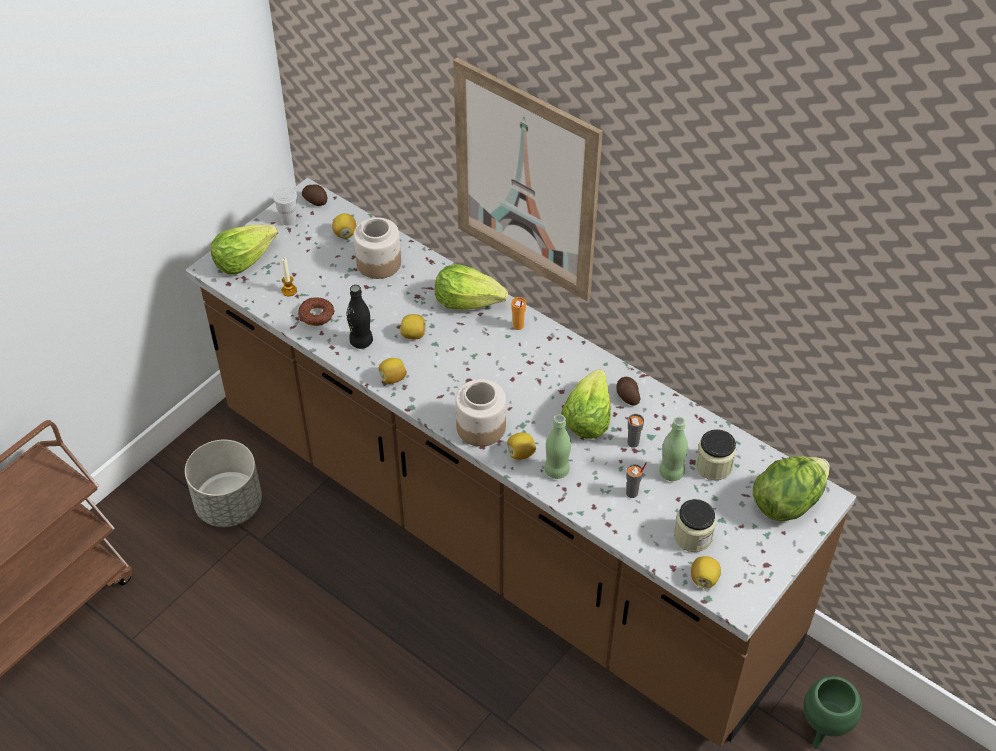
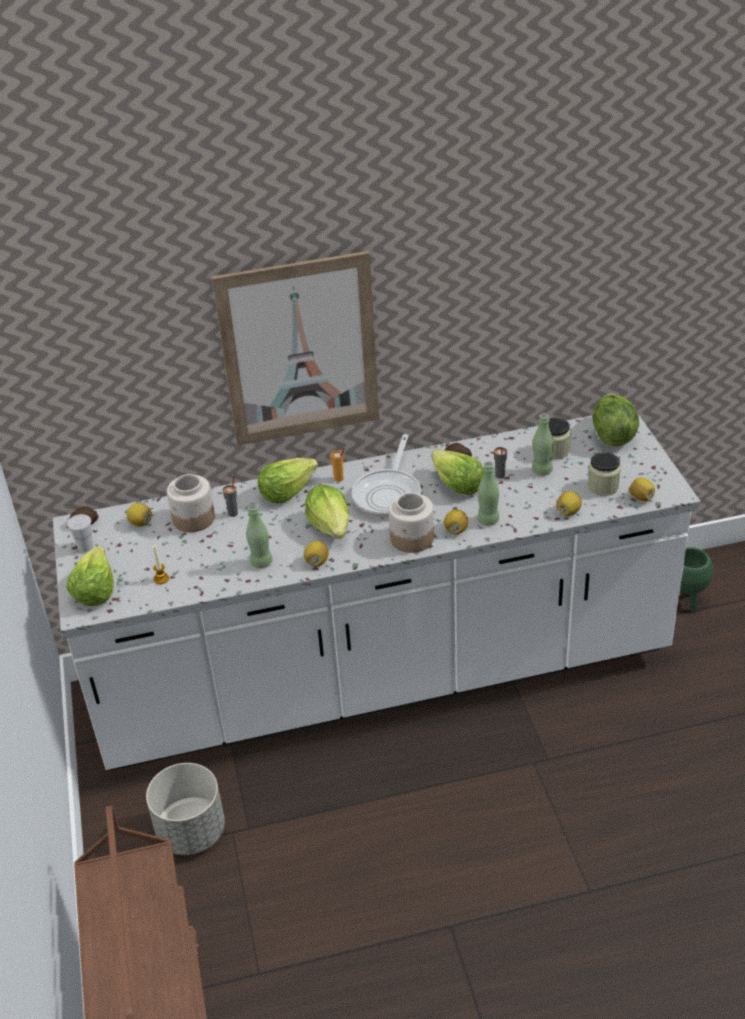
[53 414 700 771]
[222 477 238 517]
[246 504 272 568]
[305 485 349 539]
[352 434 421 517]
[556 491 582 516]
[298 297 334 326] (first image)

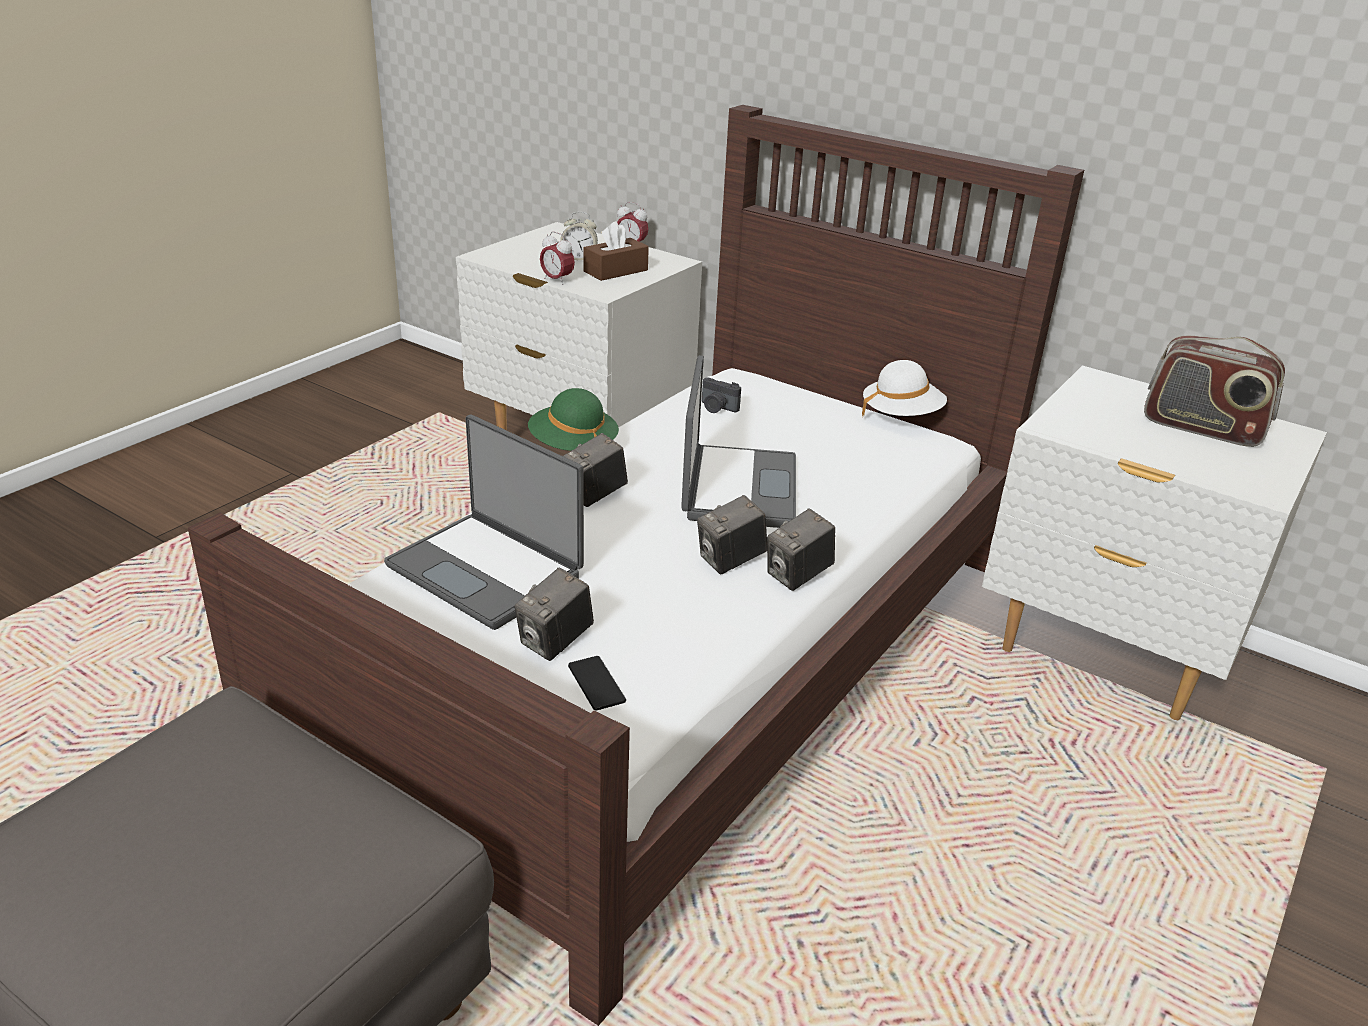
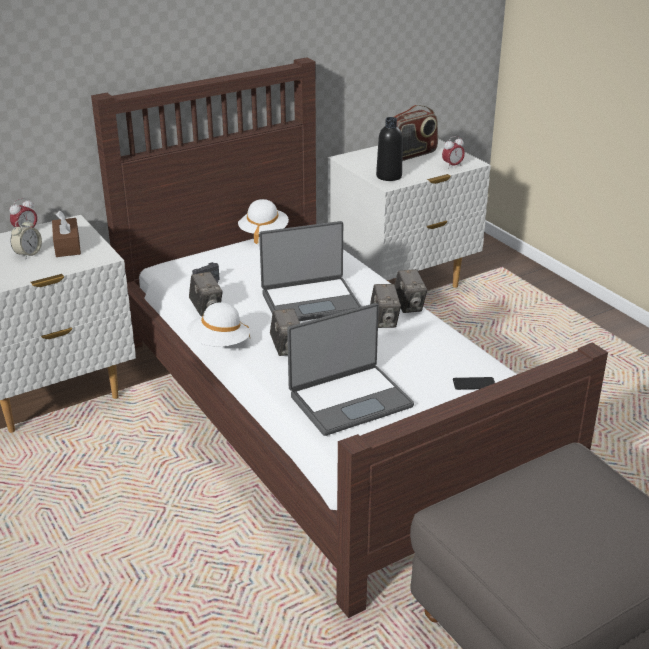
[187 302 250 346]
[189 272 223 316]
[259 221 362 321]
[376 117 403 181]
[442 136 465 169]

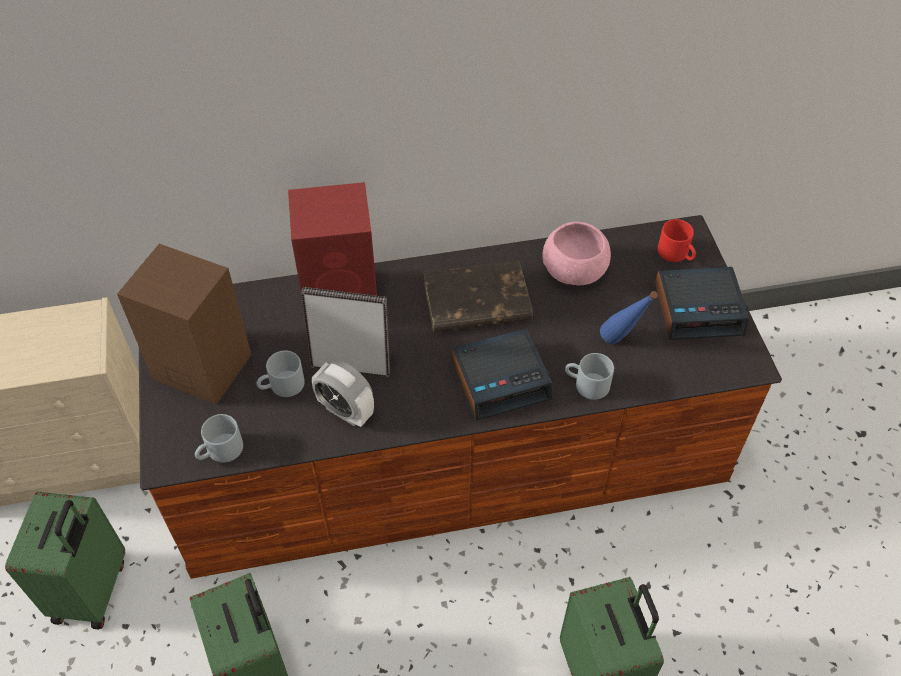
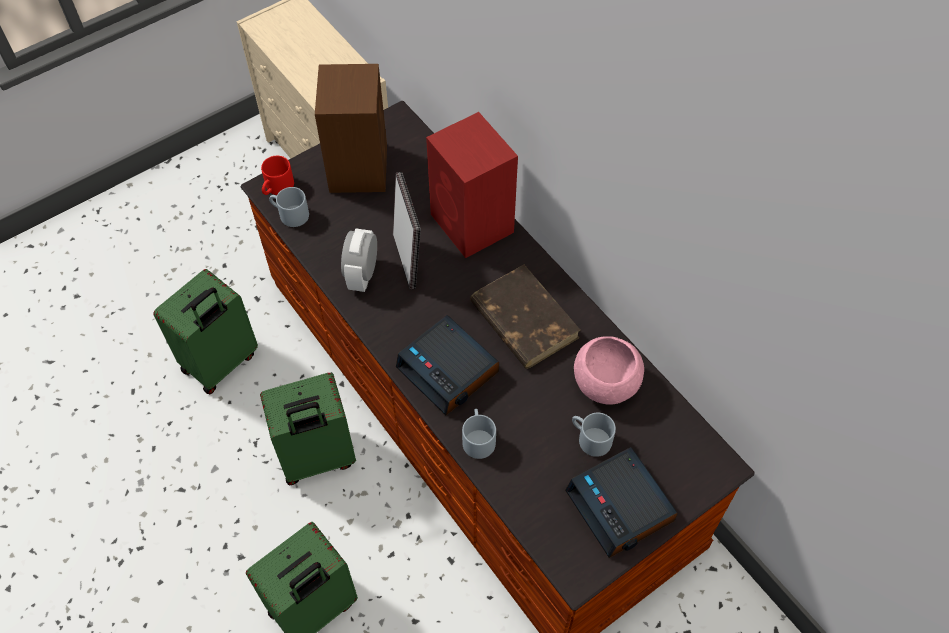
[260 373 356 485]
[261 156 294 195]
[572 413 616 457]
[600 291 658 344] (first image)

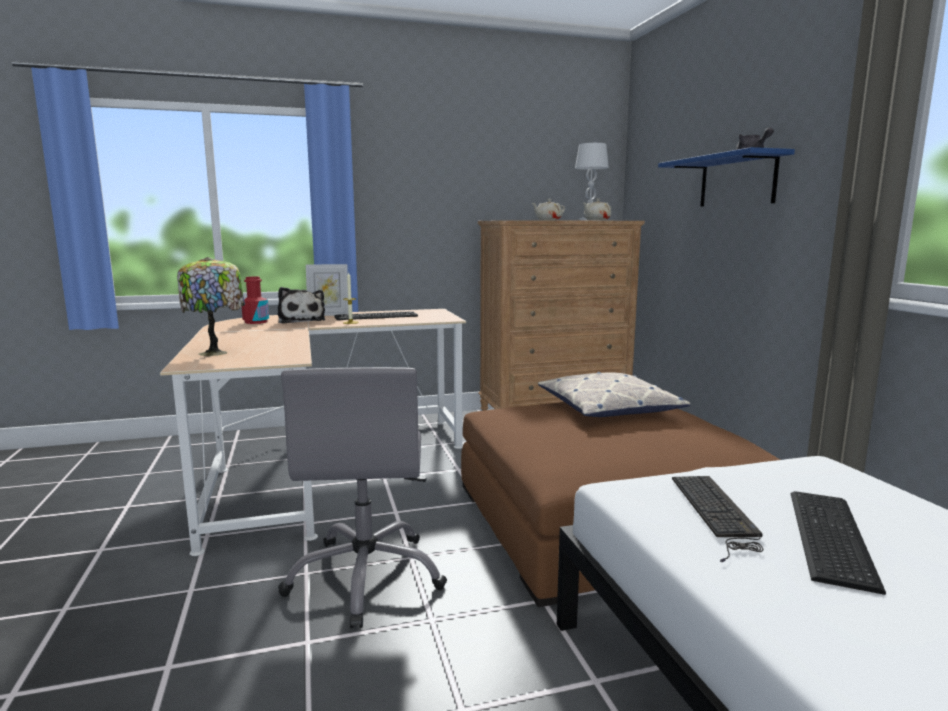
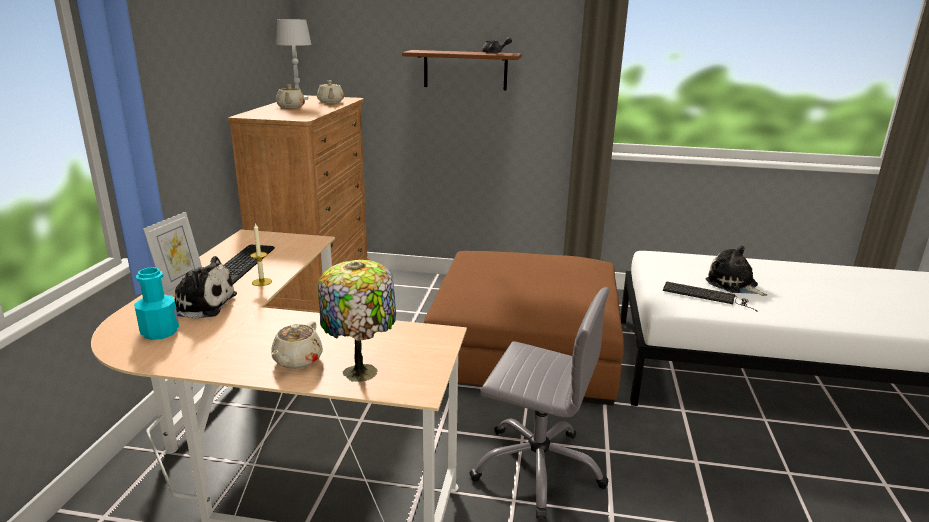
[134 267 179 340]
[271 321 323 369]
[402 50 522 90]
[705 245 767 296]
[538 372 691 417] (first image)

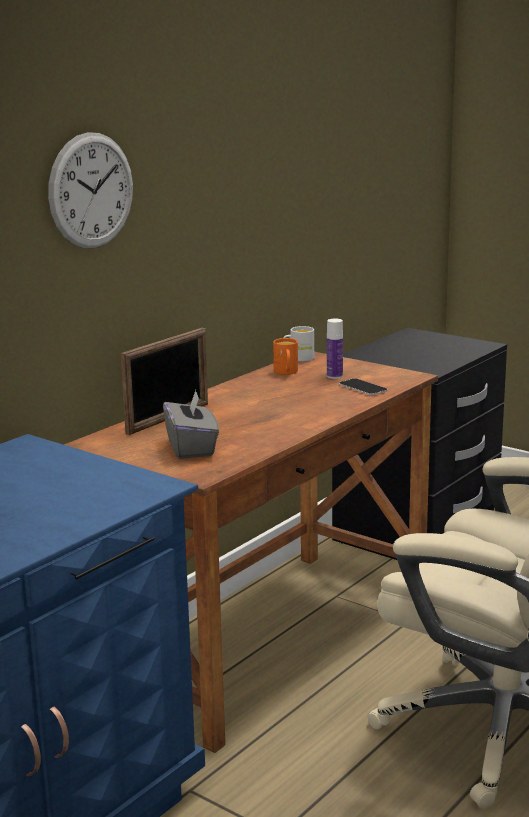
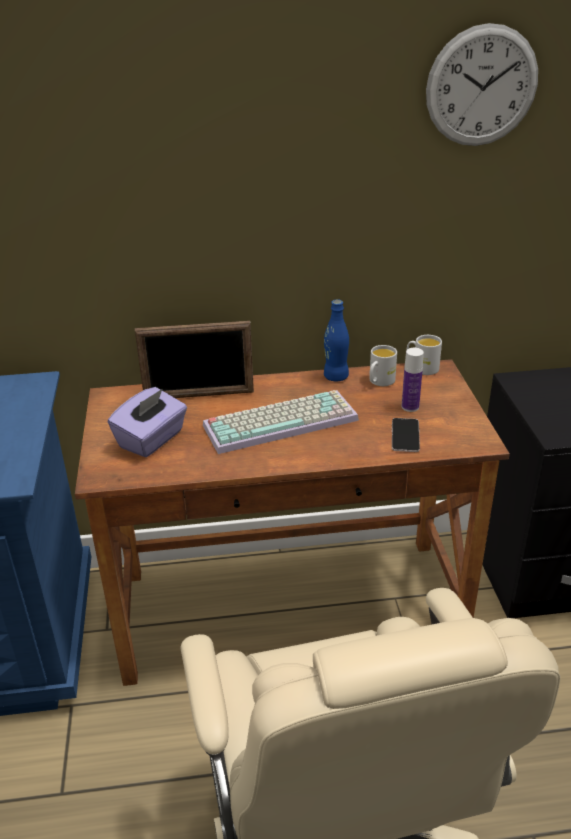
[108 387 187 457]
[203 390 359 454]
[324 299 349 382]
[369 345 397 386]
[426 23 538 146]

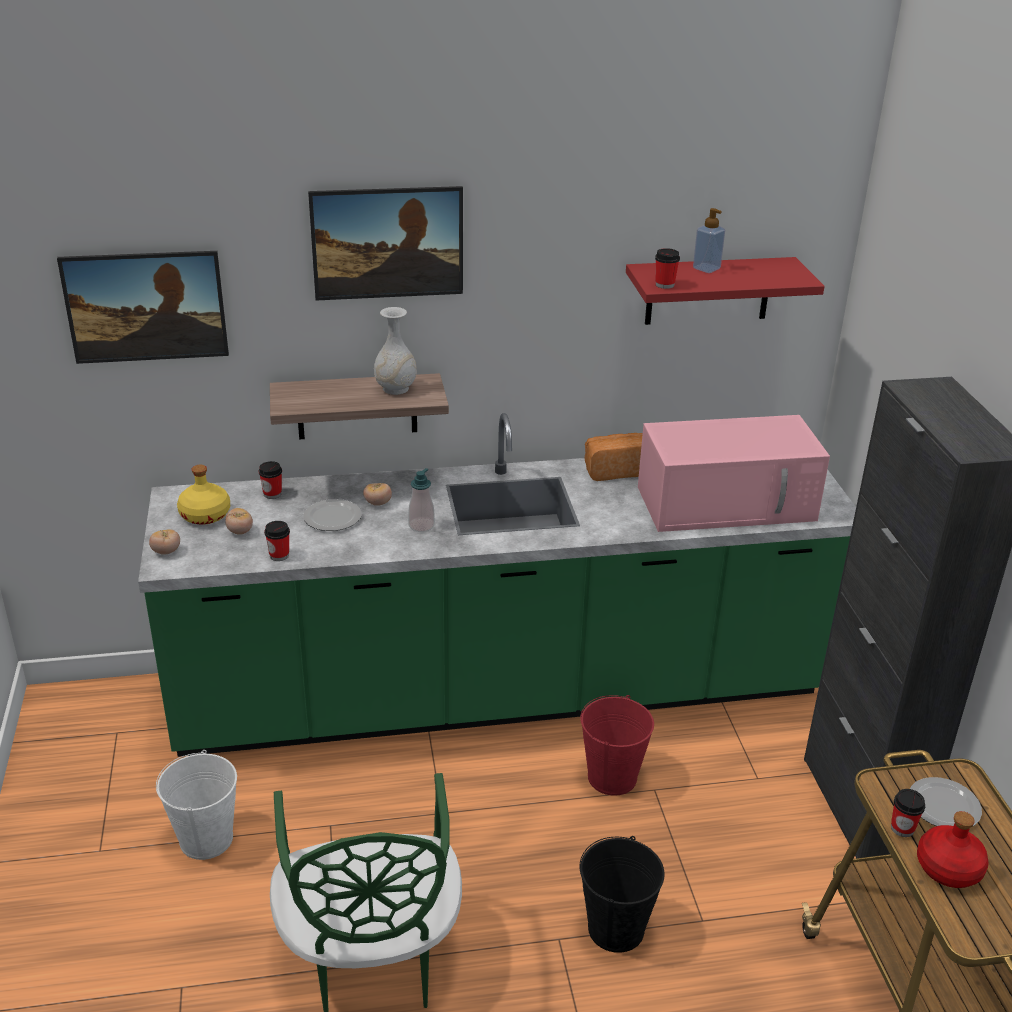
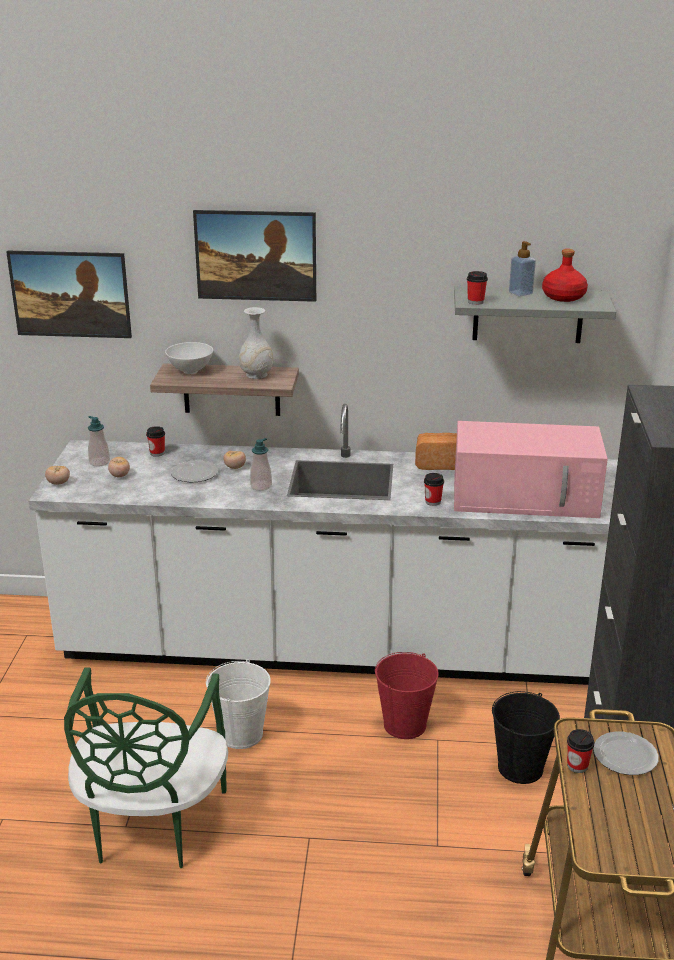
[29 404 618 685]
[88 416 110 467]
[165 342 213 374]
[206 659 271 749]
[424 473 444 506]
[454 286 616 343]
[492 691 560 784]
[542 249 588 302]

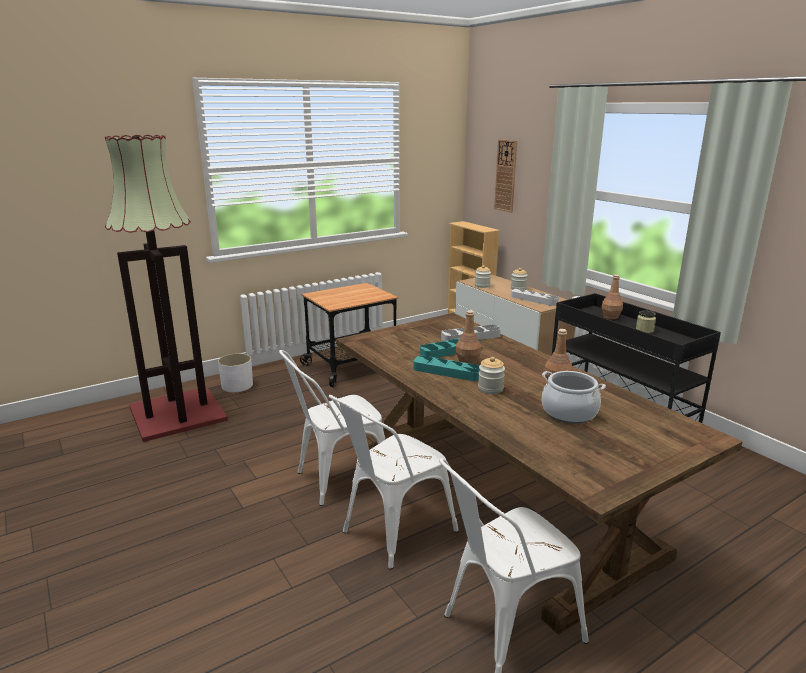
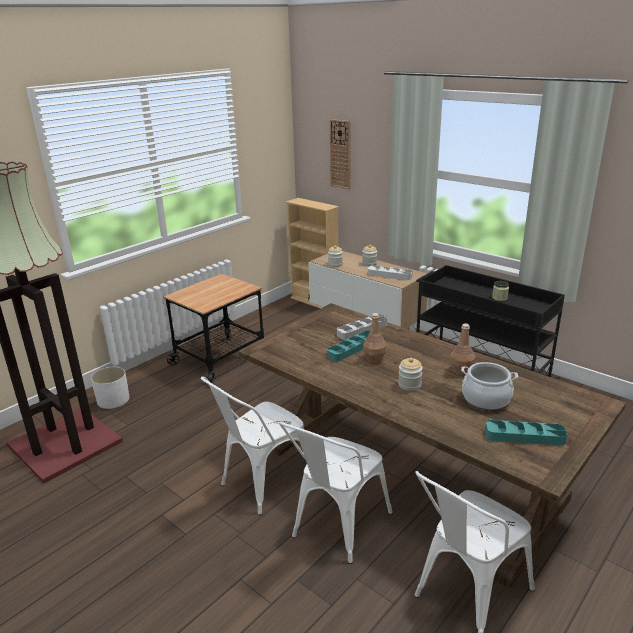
[485 420 568 445]
[601 274 623 319] (first image)

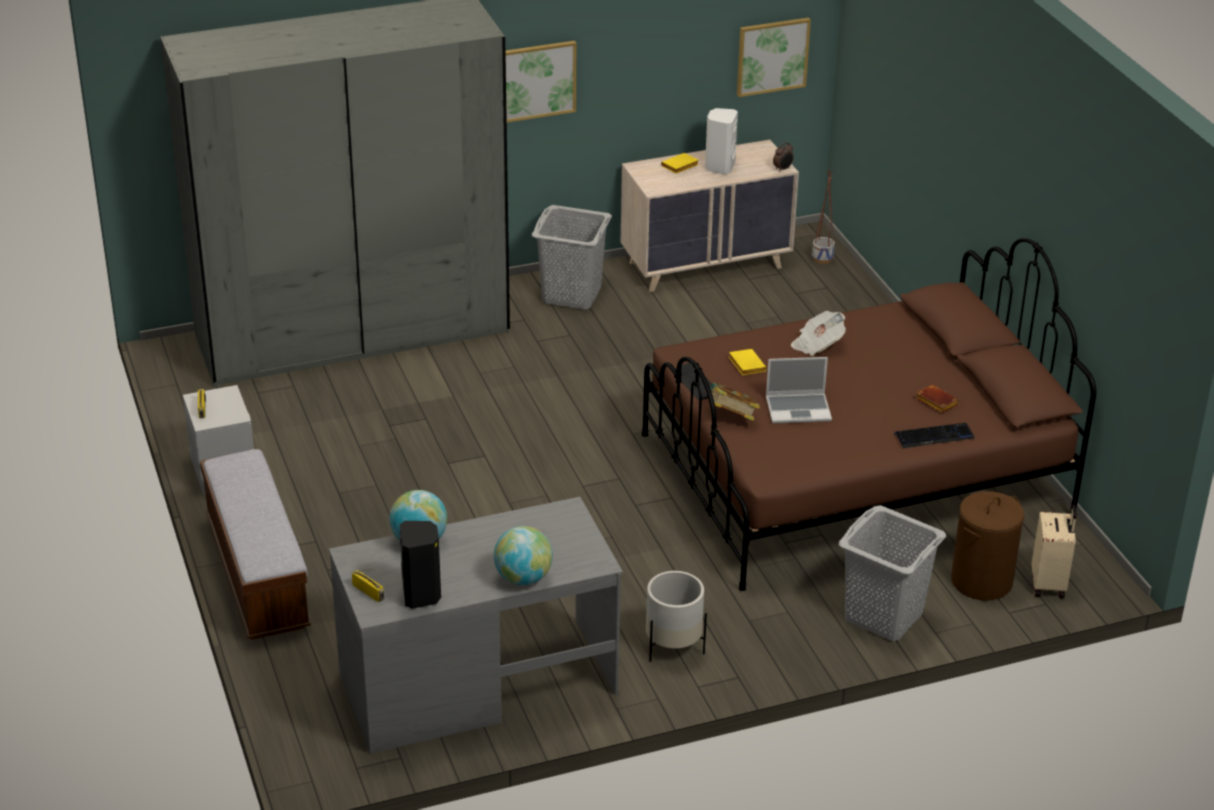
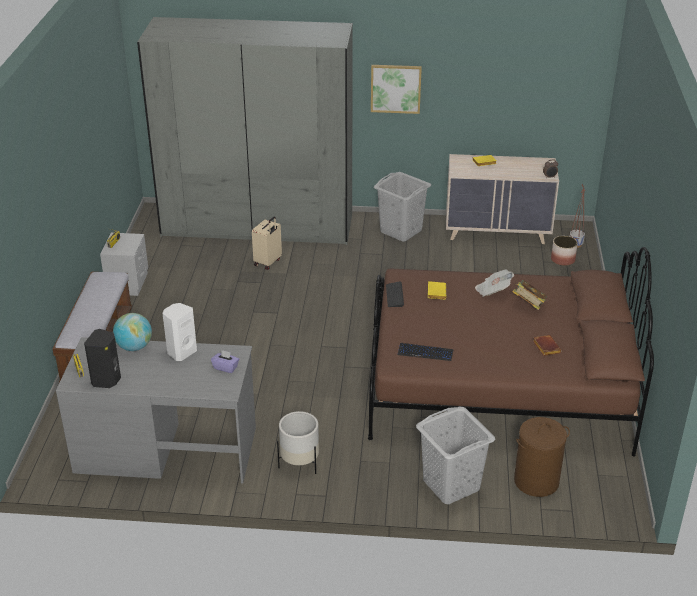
[162 303 197 361]
[211 350 239 373]
[252 216 282 270]
[398 343 454 361]
[512 280 547 310]
[551 236 578 266]
[494 526 553 585] (first image)
[737 18 811 97] (first image)
[766 357 832 424] (first image)

